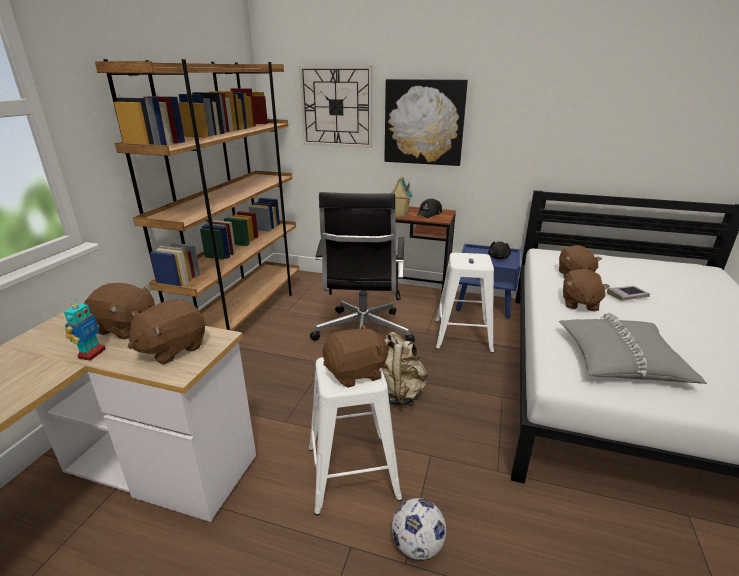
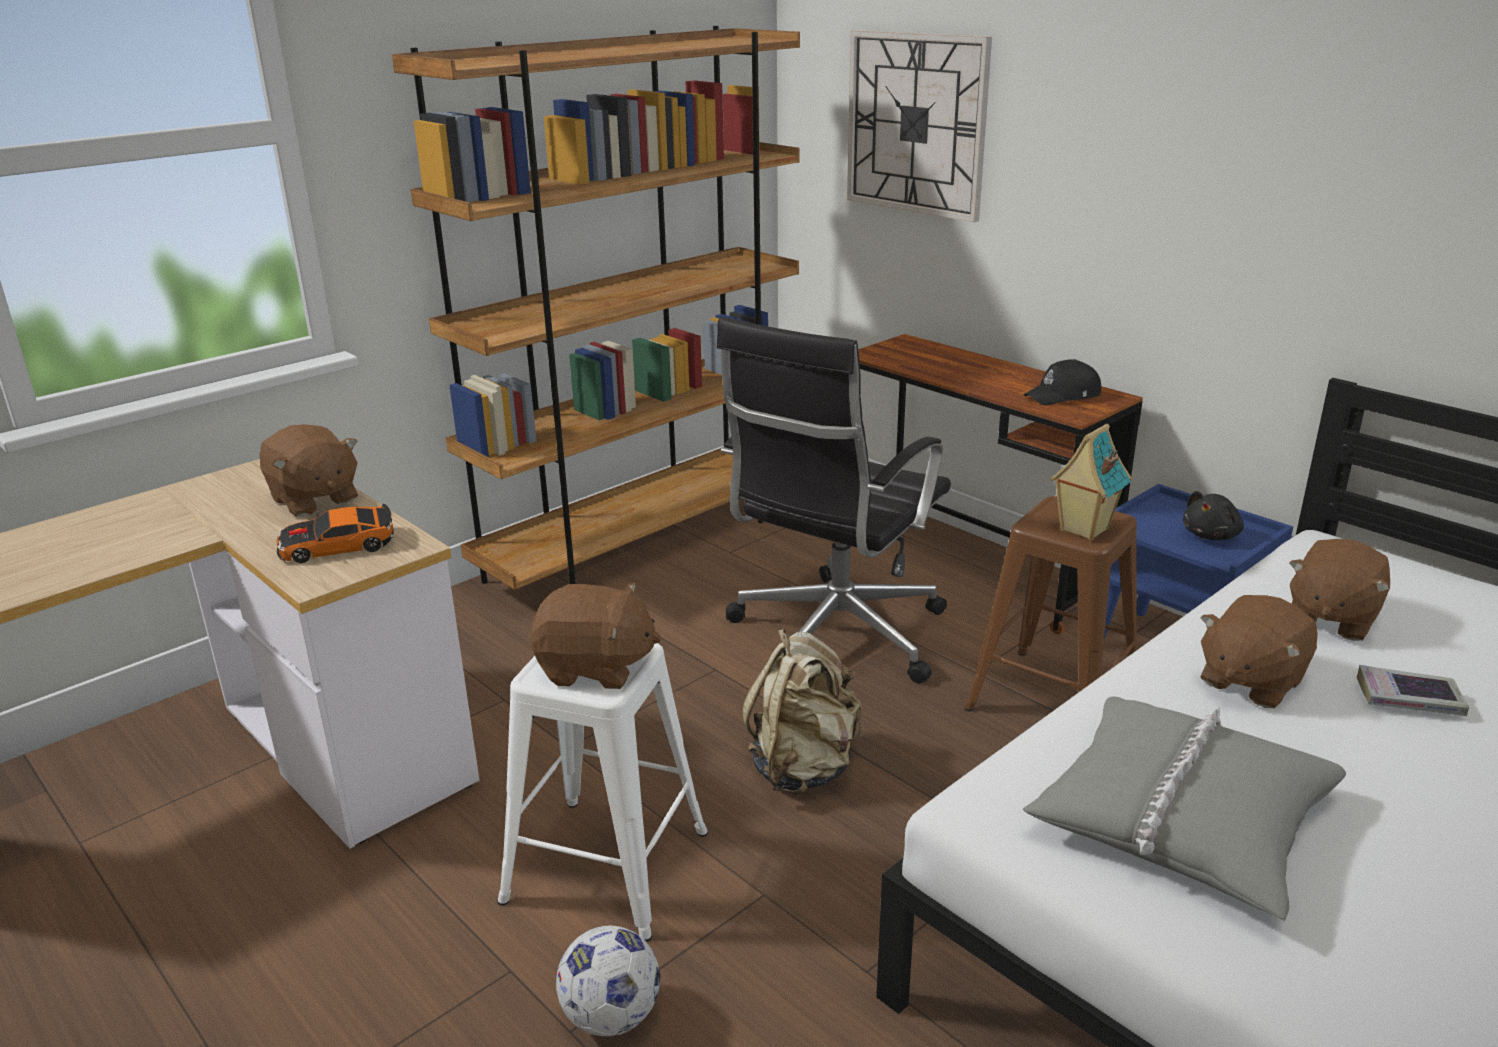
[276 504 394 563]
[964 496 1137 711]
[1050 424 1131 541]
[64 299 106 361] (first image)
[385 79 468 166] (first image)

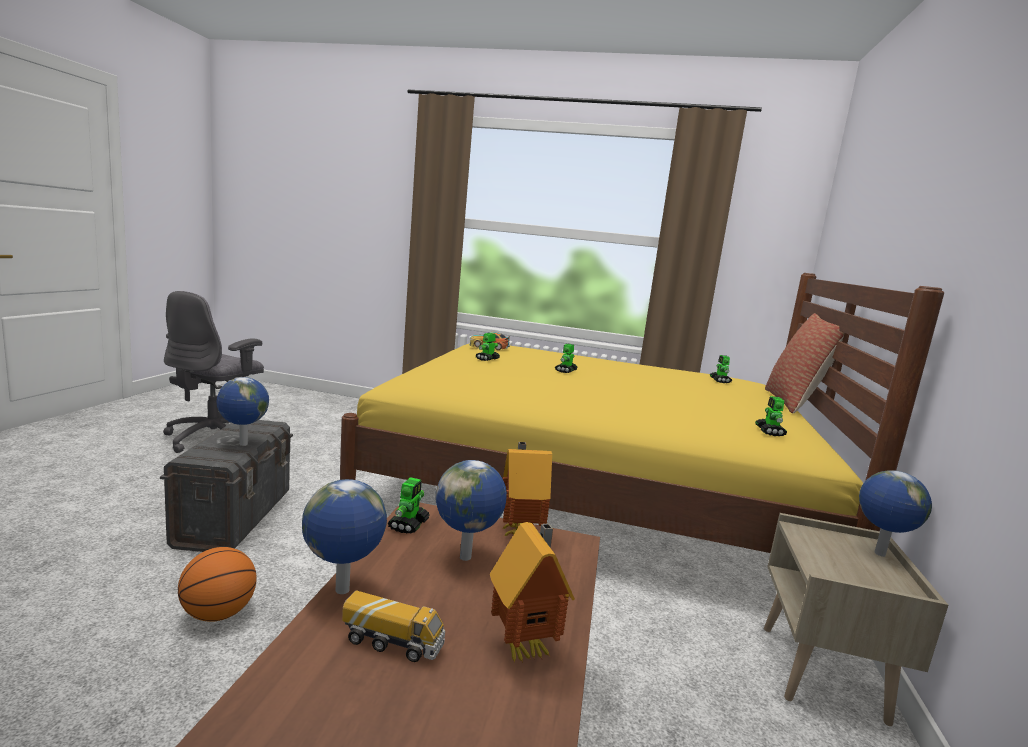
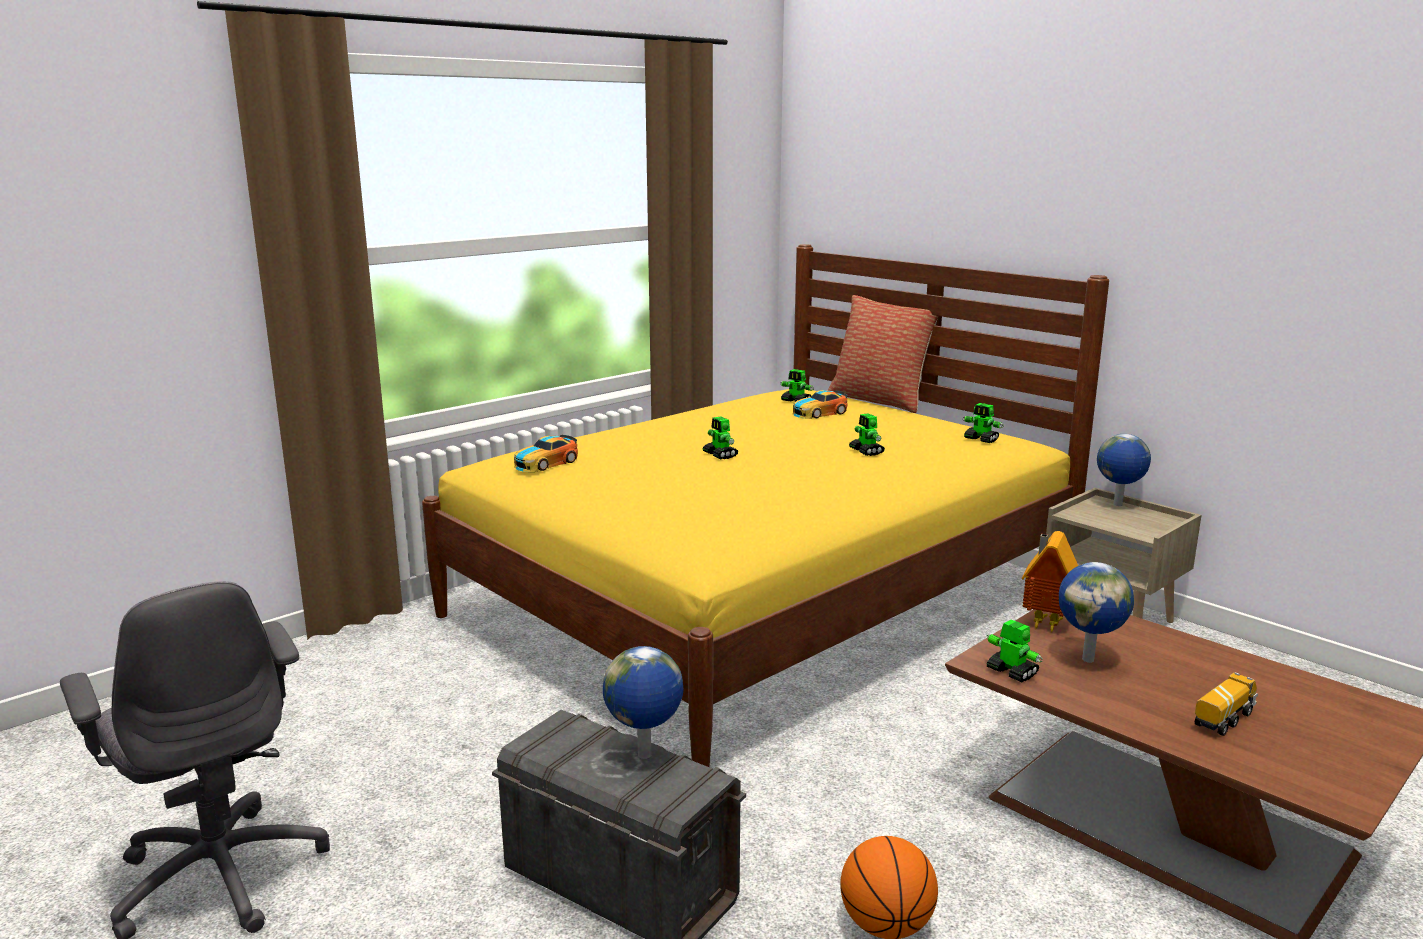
[792 390 848 419]
[849 413 885 456]
[302 479 387 594] (first image)
[490 522 575 663] (first image)

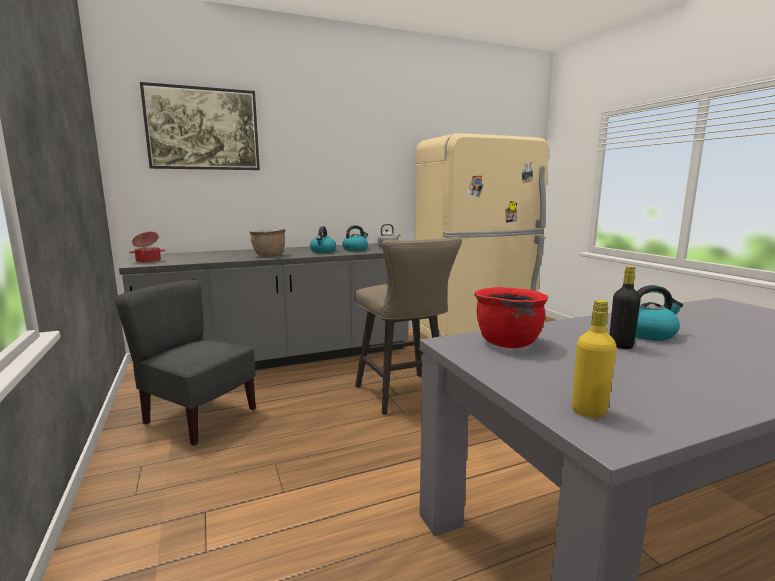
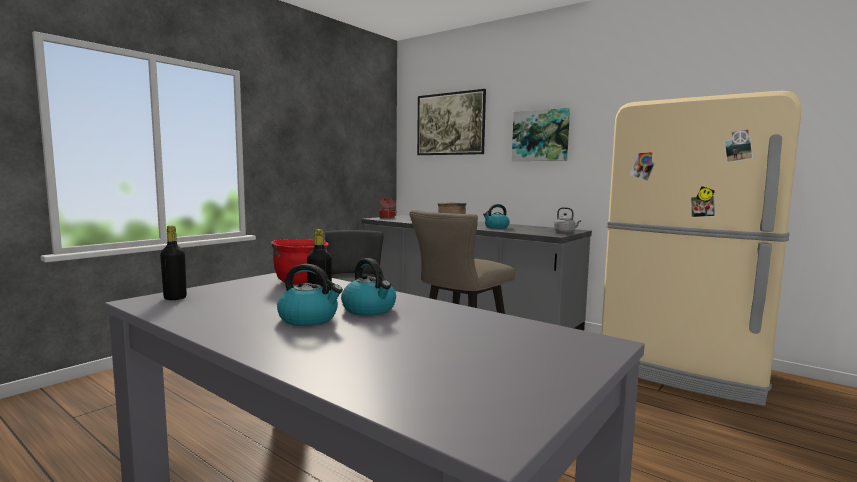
[160 226 187 300]
[277 264 343 326]
[512 108 570 161]

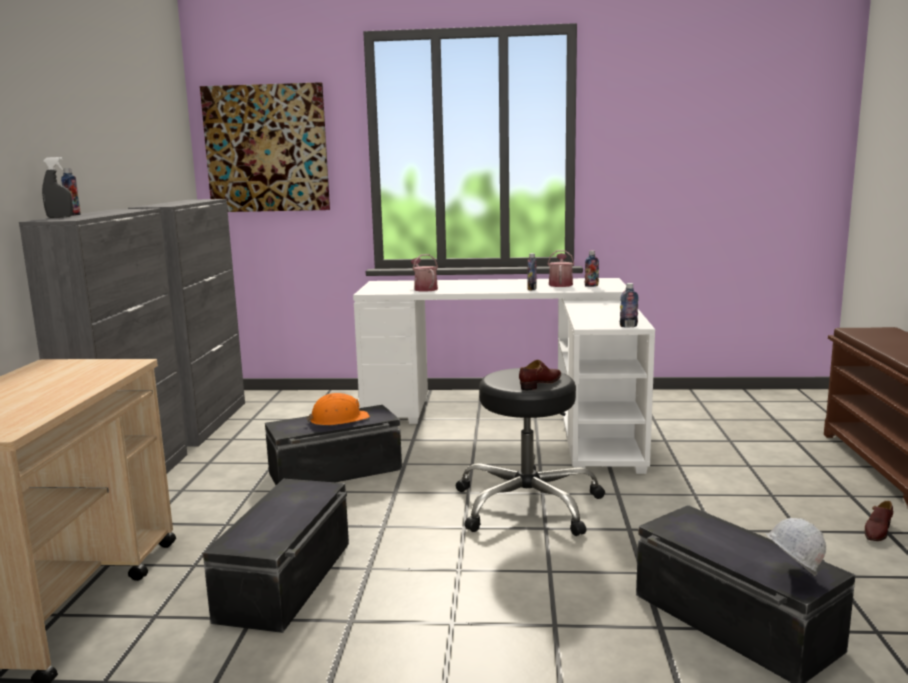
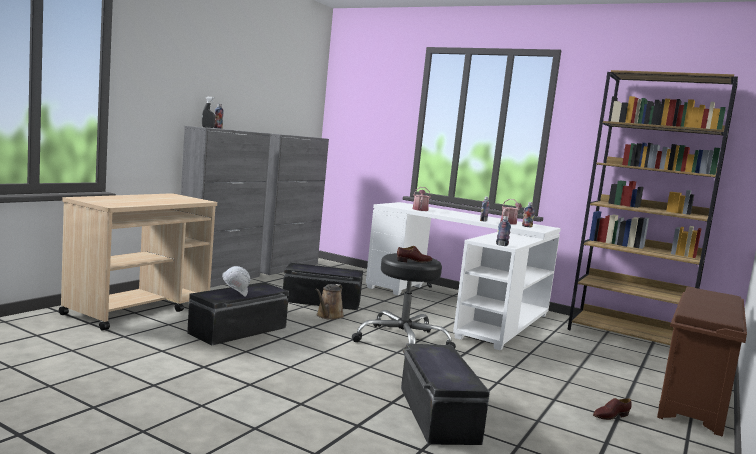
[222 266 250 297]
[315 284 344 320]
[567 70 738 345]
[200 82 330 212] (first image)
[306 393 370 425] (first image)

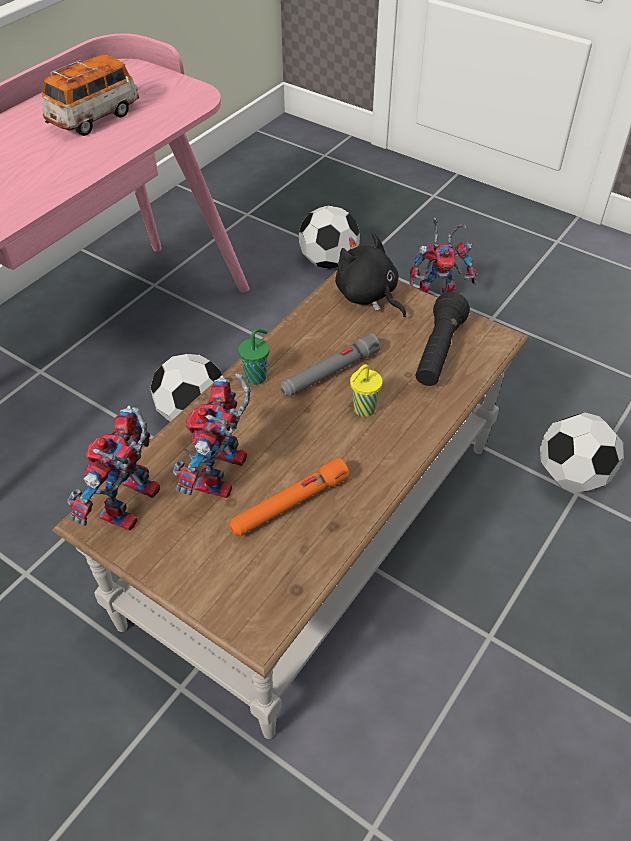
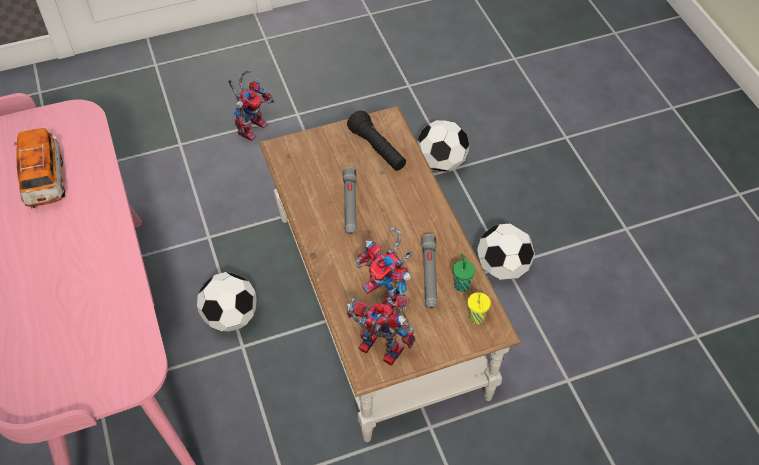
[346 297 416 365]
[421 234 437 309]
[453 254 475 292]
[467 292 491 324]
[477 223 535 280]
[335 233 406 317] (first image)

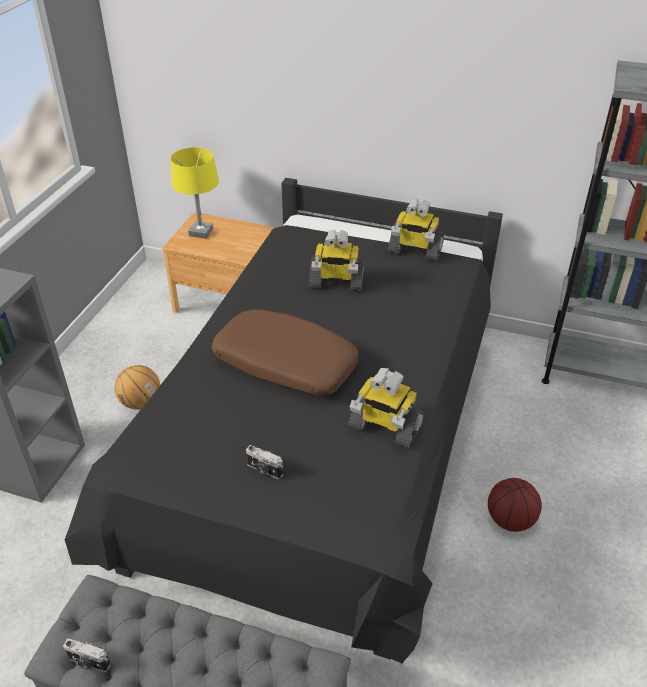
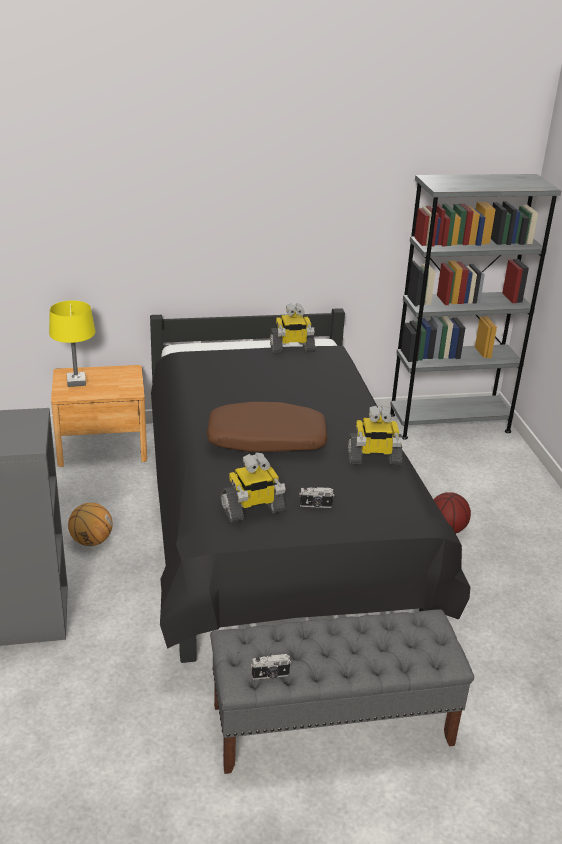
[220 453 286 522]

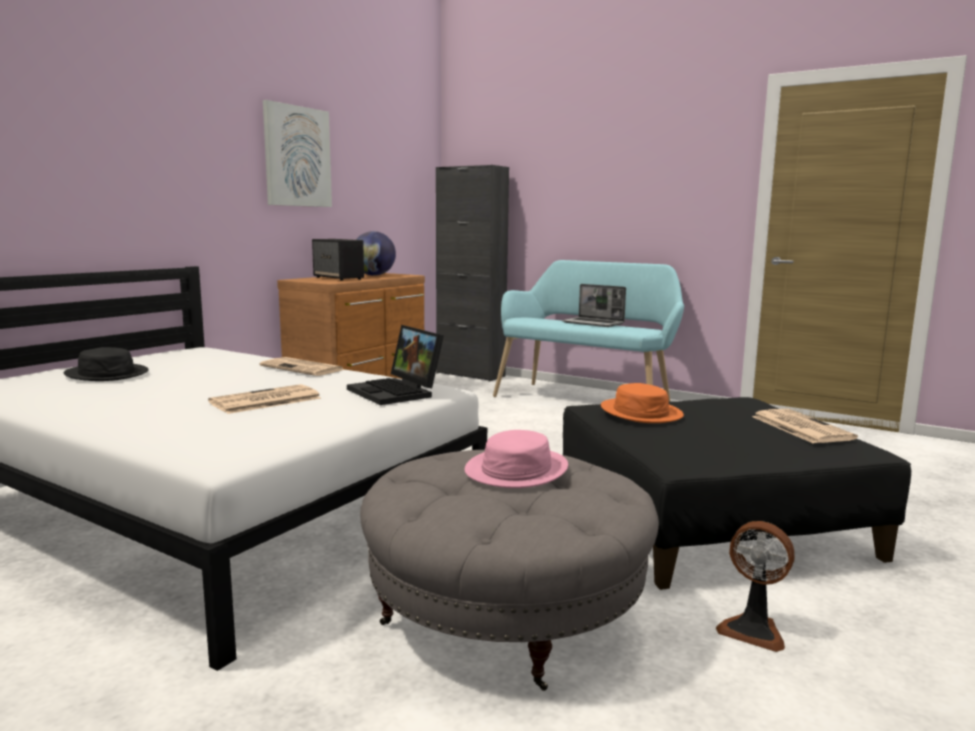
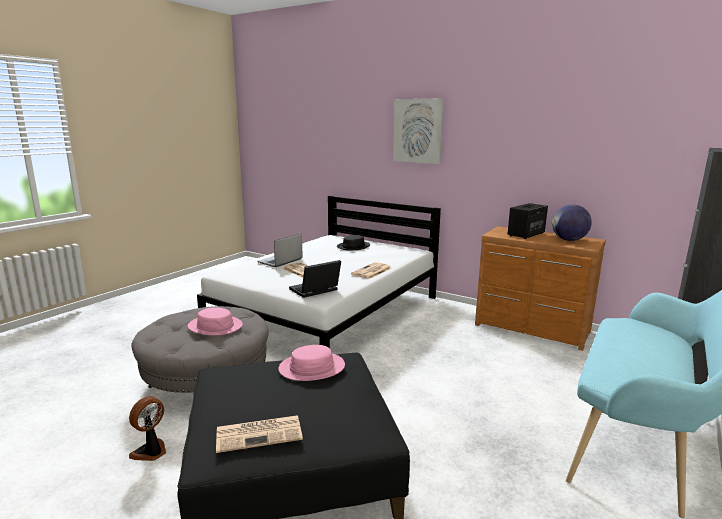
[257 234 303 267]
[278 345 345 381]
[393 99 444 164]

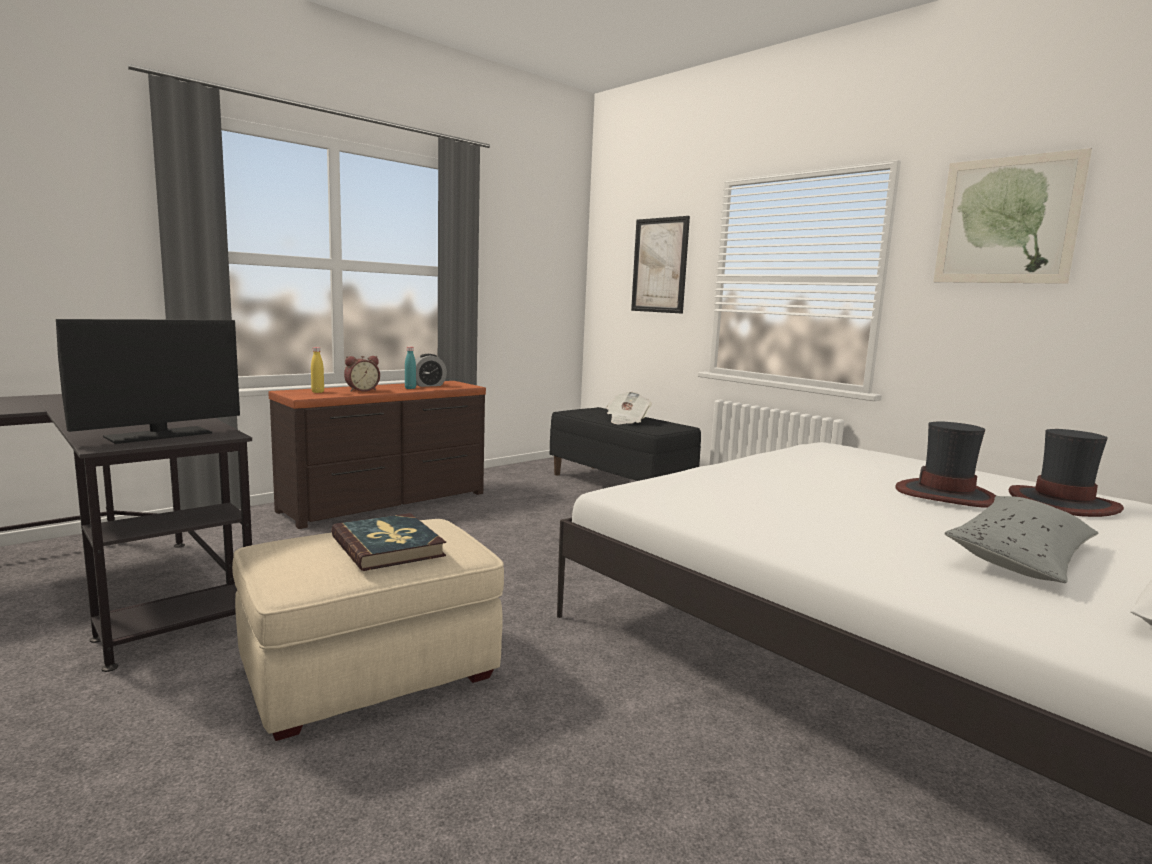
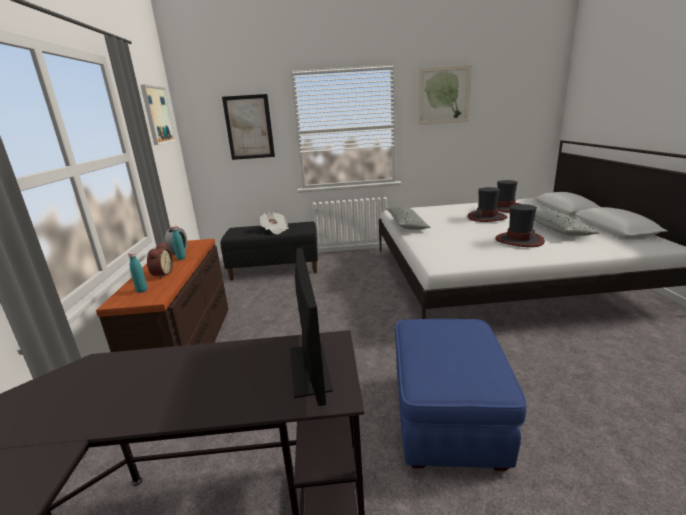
[128 252 147 293]
[141 84 176 145]
[386 207 431 230]
[395 319 526 471]
[495 204 545 247]
[331 513 446 571] (first image)

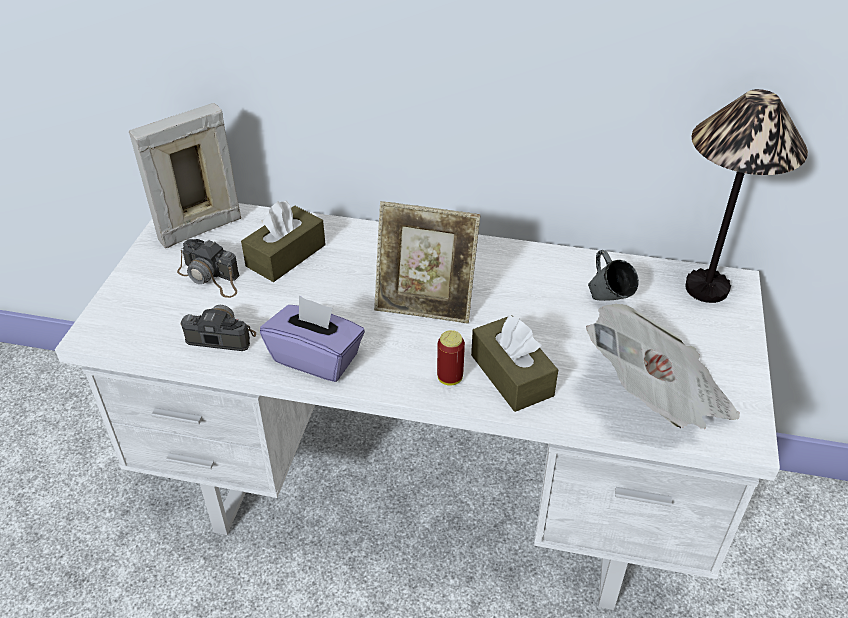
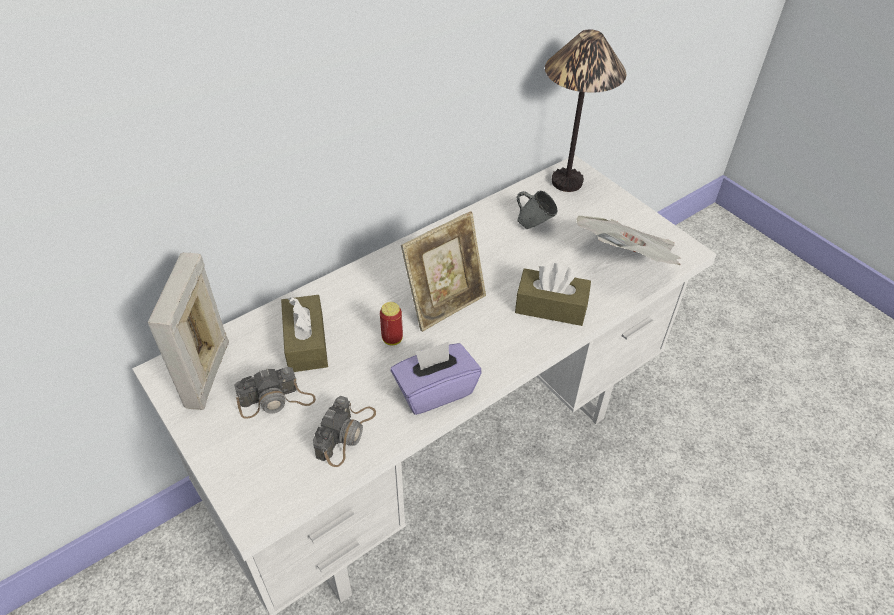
[313 396 376 467]
[380 302 403 345]

